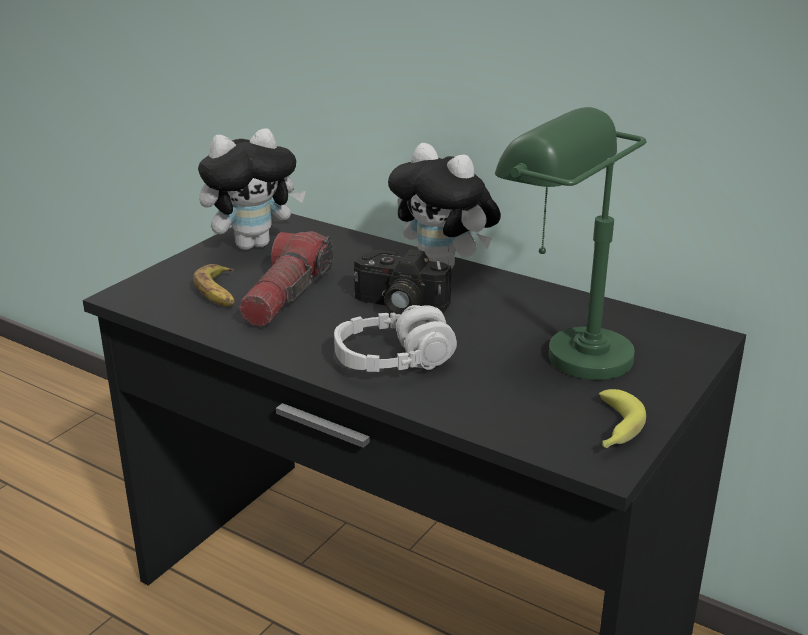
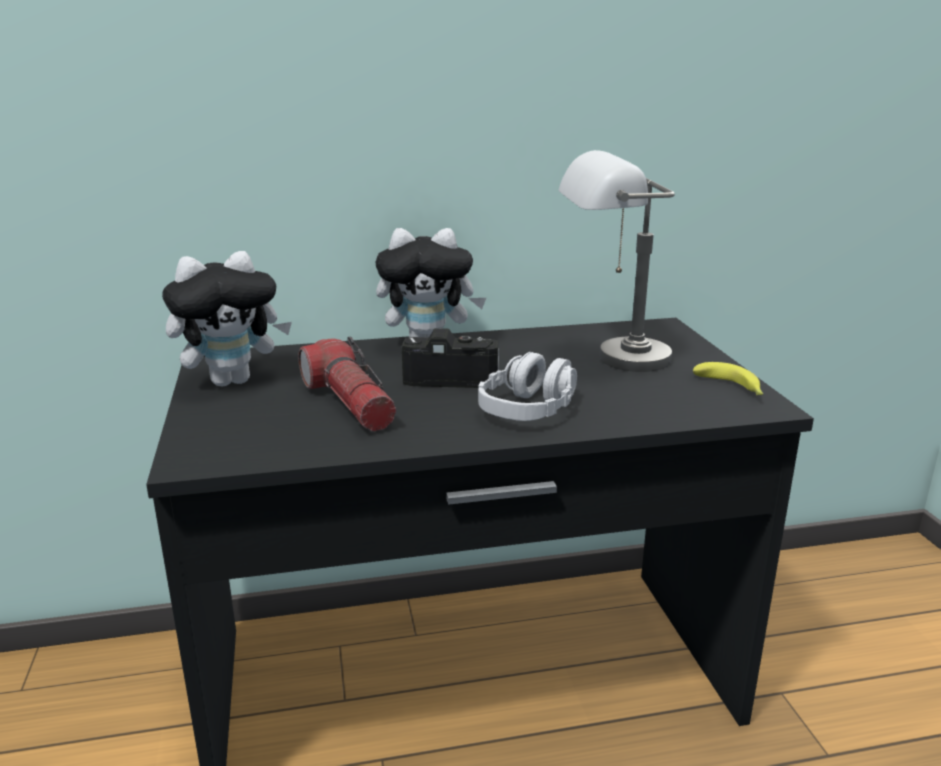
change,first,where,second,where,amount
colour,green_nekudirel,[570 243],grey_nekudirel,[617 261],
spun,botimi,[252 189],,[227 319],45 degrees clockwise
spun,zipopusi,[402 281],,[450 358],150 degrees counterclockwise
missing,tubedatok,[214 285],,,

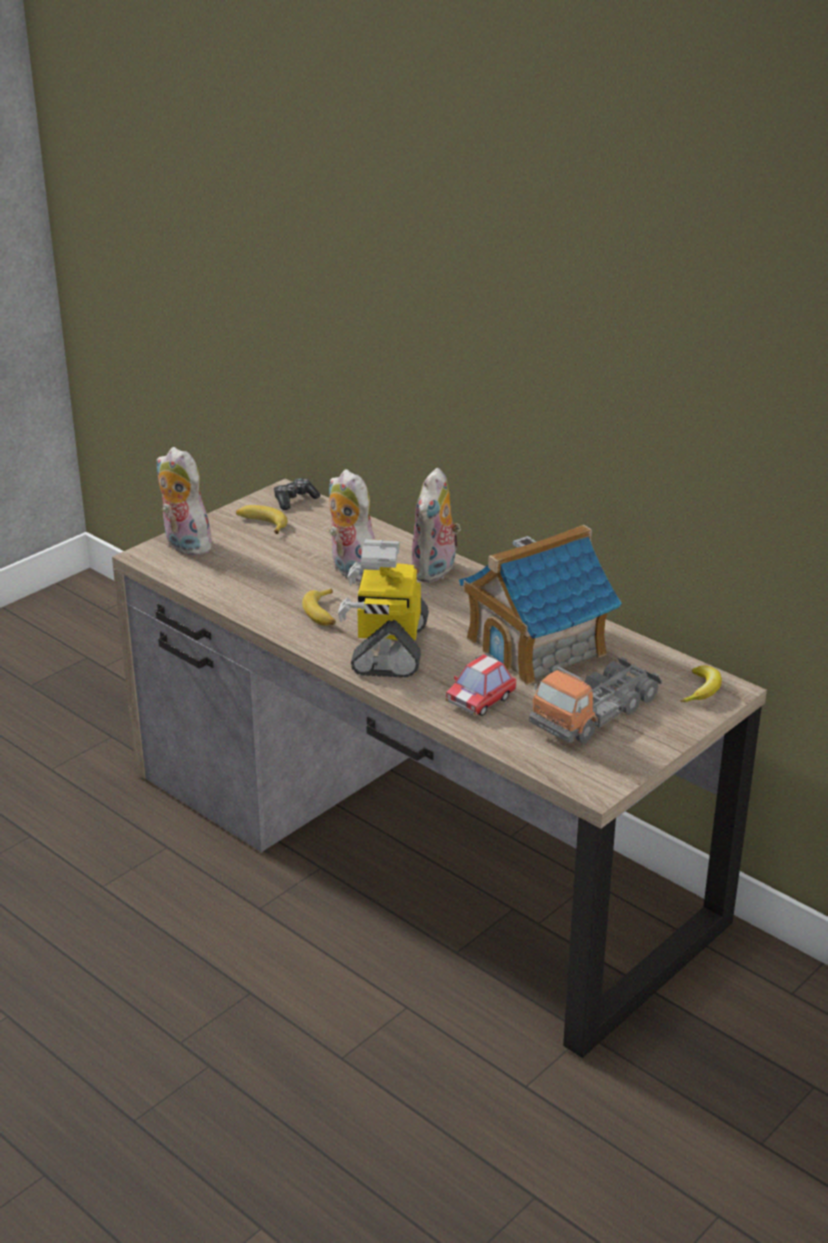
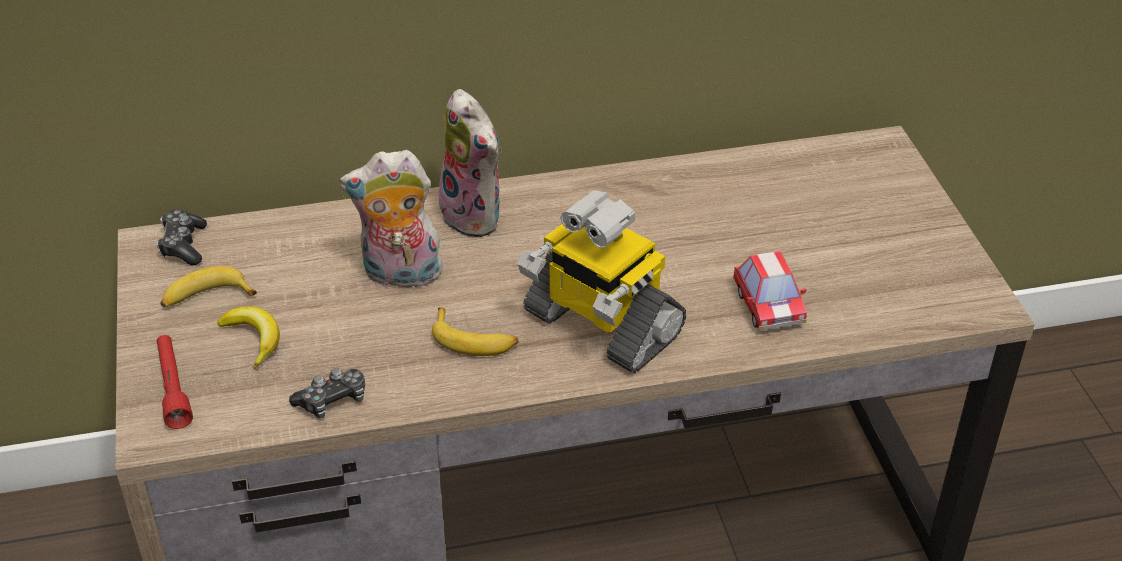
change,first,where,second,where,amount
exchanged,botimi,[185 501],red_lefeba,[175 382],
missing,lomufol,[540 605],,,
missing,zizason,[595 700],,,
relocated,tubedatok,[701 683],,[248 337],
appeared,,,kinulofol,[327 393],

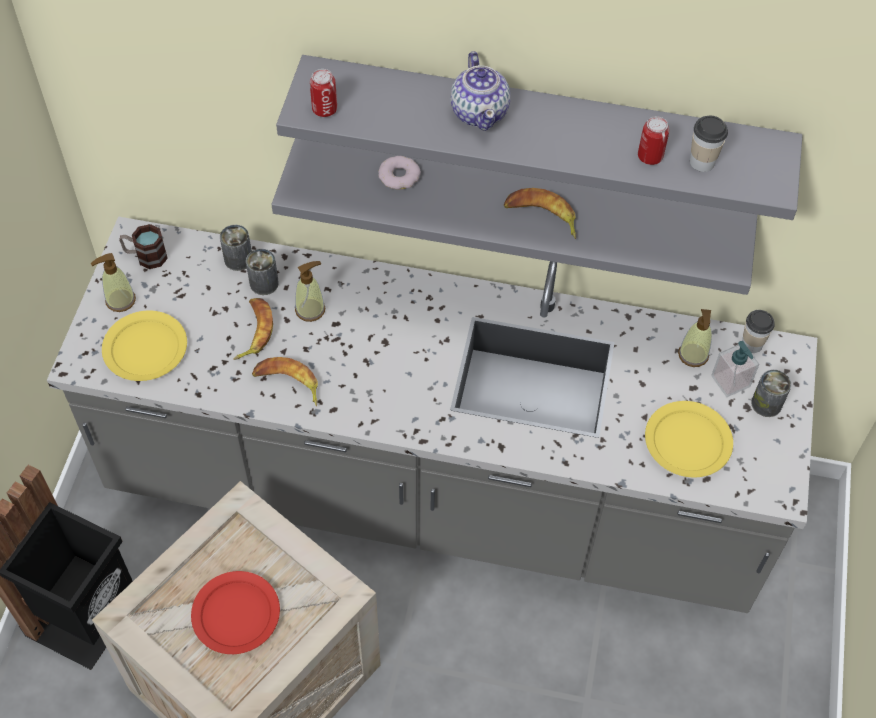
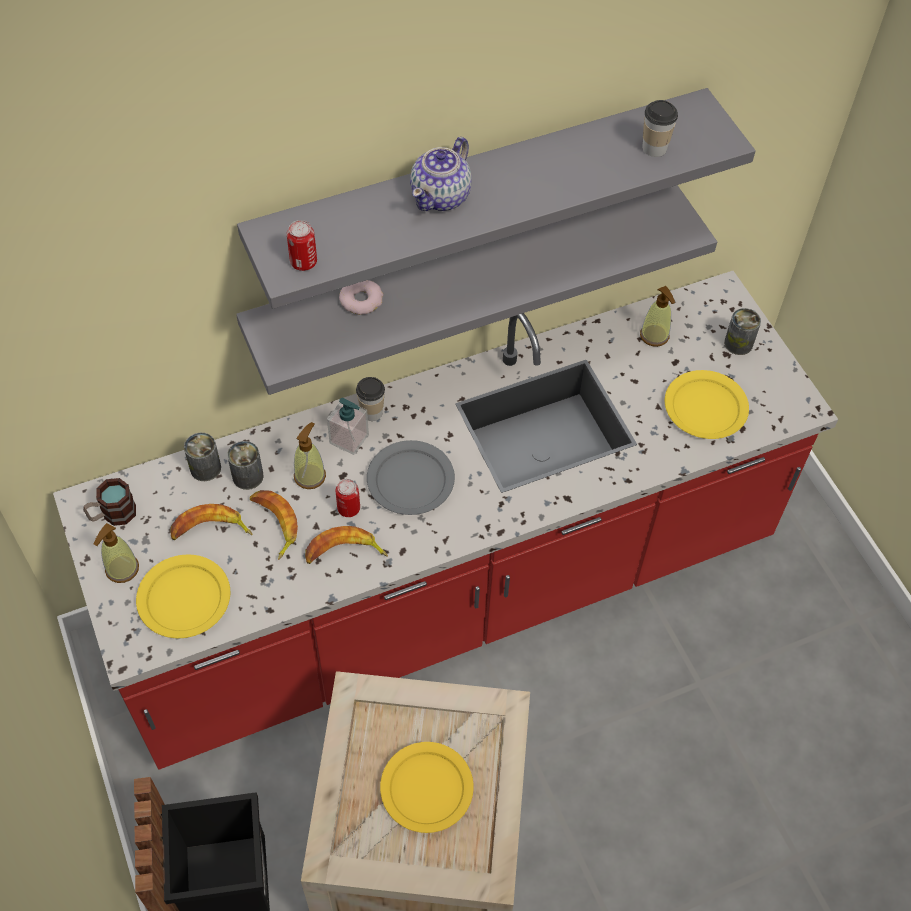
change,first,where,second,where,amount
spun,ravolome,[480 91],,[441 174],75 degrees clockwise
relocated,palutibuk,[653 140],,[348 498],
relocated,tubedatok,[540 213],,[211 522],
colour,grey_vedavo,[432 414],red_vedavo,[445 520],
relocated,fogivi,[758 331],,[370 399],
relocated,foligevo,[735 369],,[348 426],
colour,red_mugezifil,[235 612],yellow_mugezifil,[427 787],
appeared,,,grey_mugezifil,[411 477],

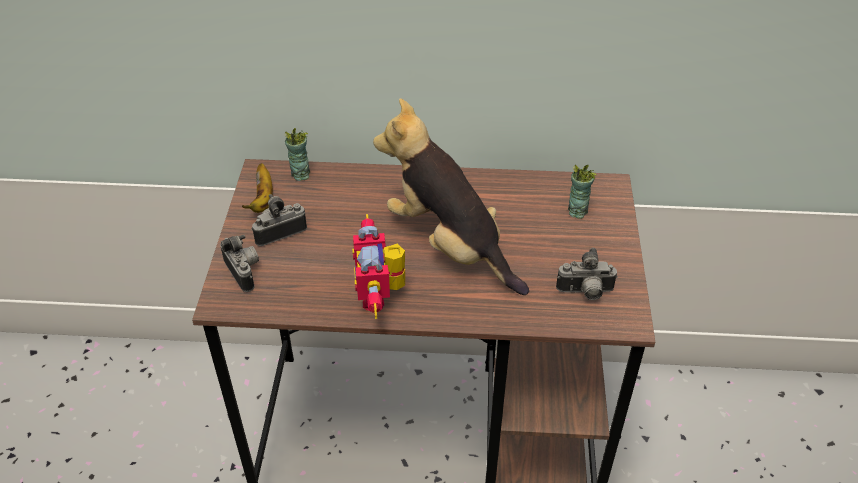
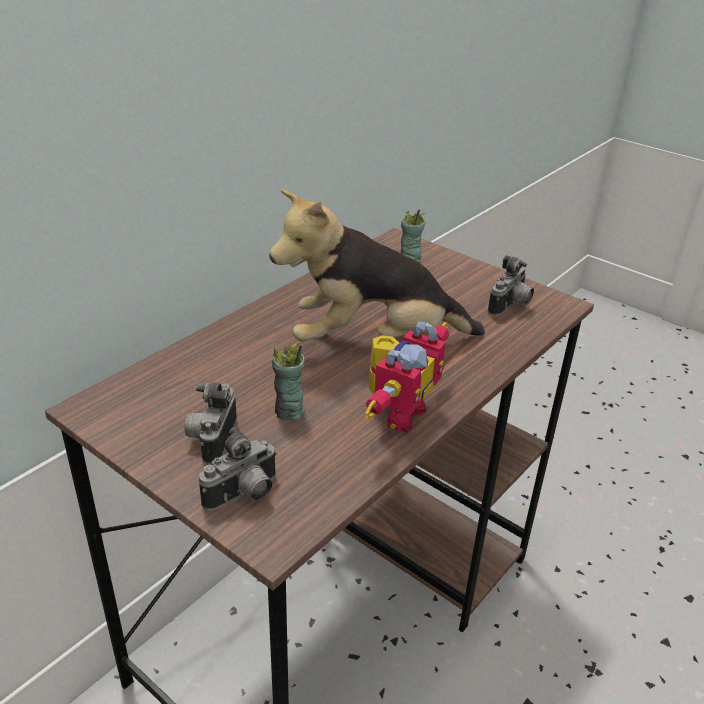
change,first,where,second,where,amount
relocated,fogivi,[297 154],,[288 382],
missing,tubedatok,[257 188],,,
spun,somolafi,[378 266],,[407 377],90 degrees counterclockwise
spun,zipopusi,[239 263],,[238 469],135 degrees clockwise

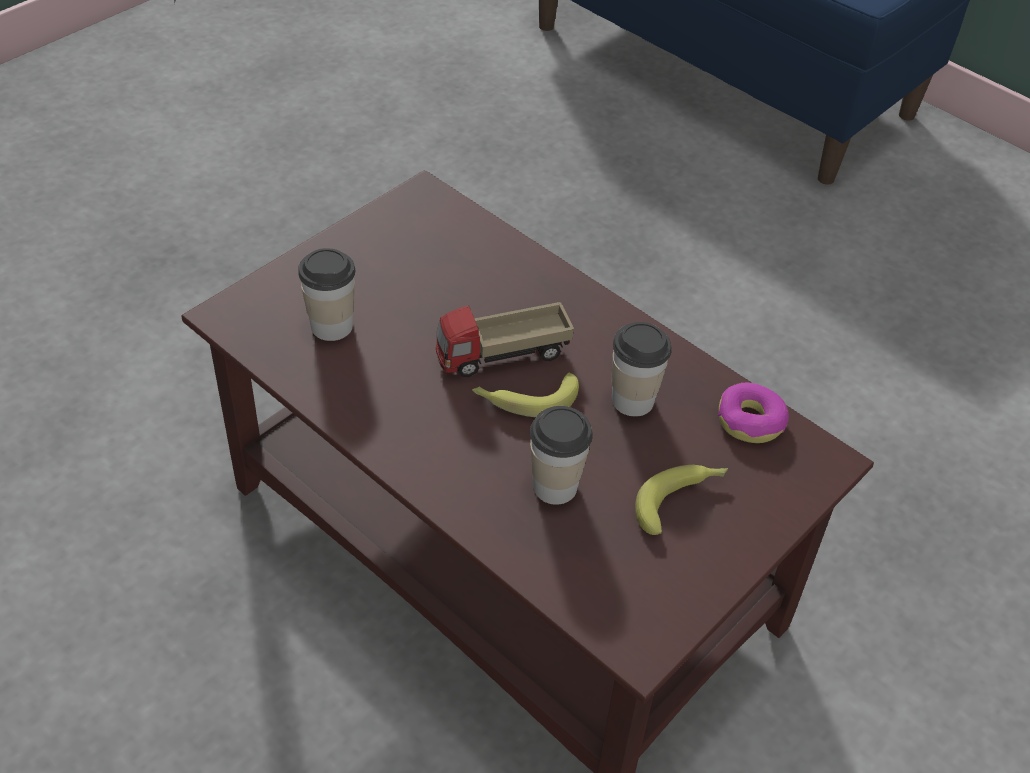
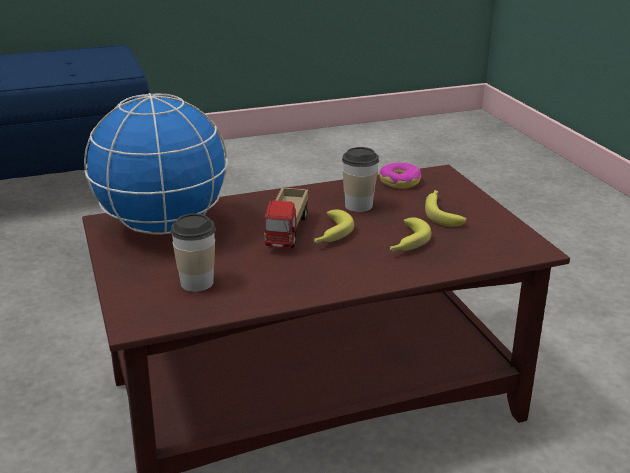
change,first,where,second,where,amount
exchanged,fogivi,[561 455],tubedatok,[410 234],
appeared,,,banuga,[156 163],

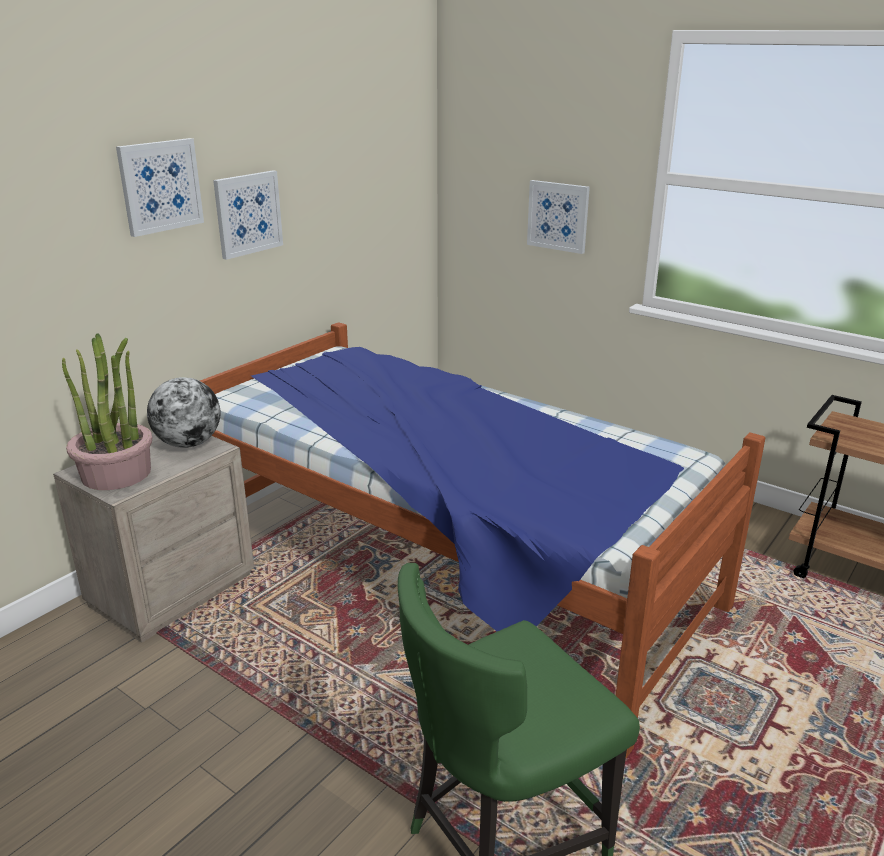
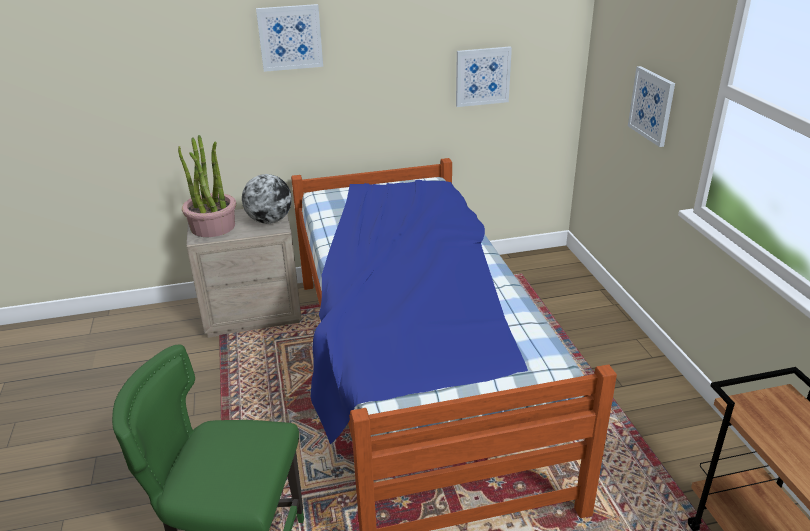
change,first,where,second,where,amount
relocated,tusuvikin,[248 215],,[484 76],

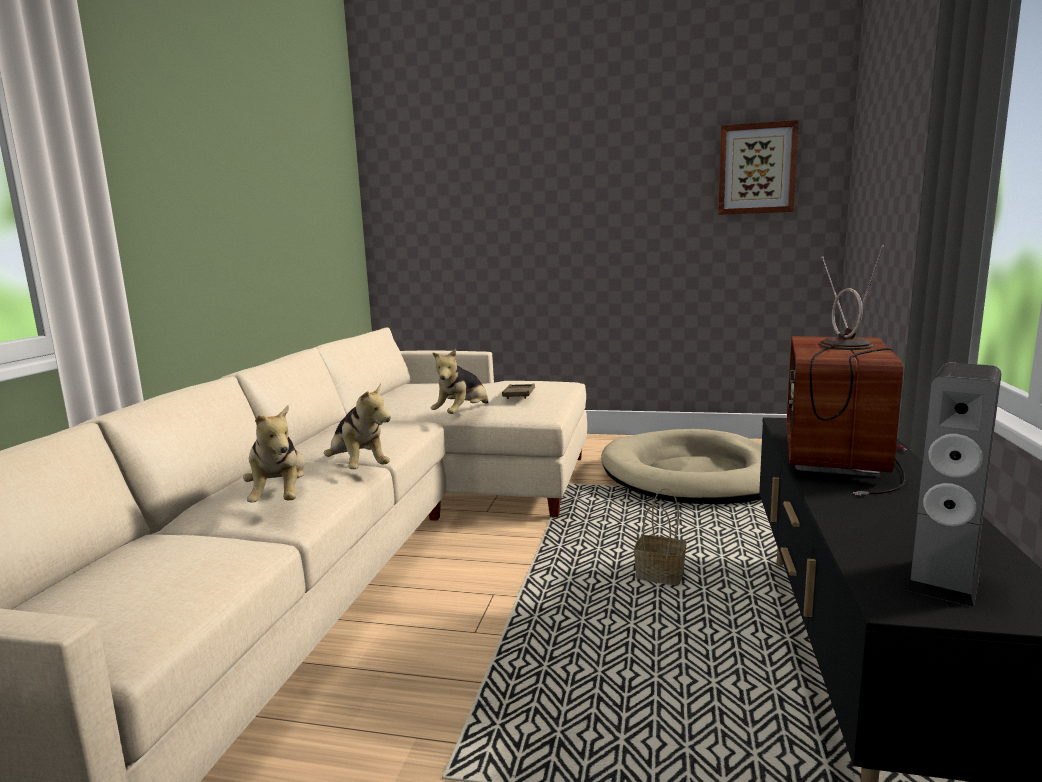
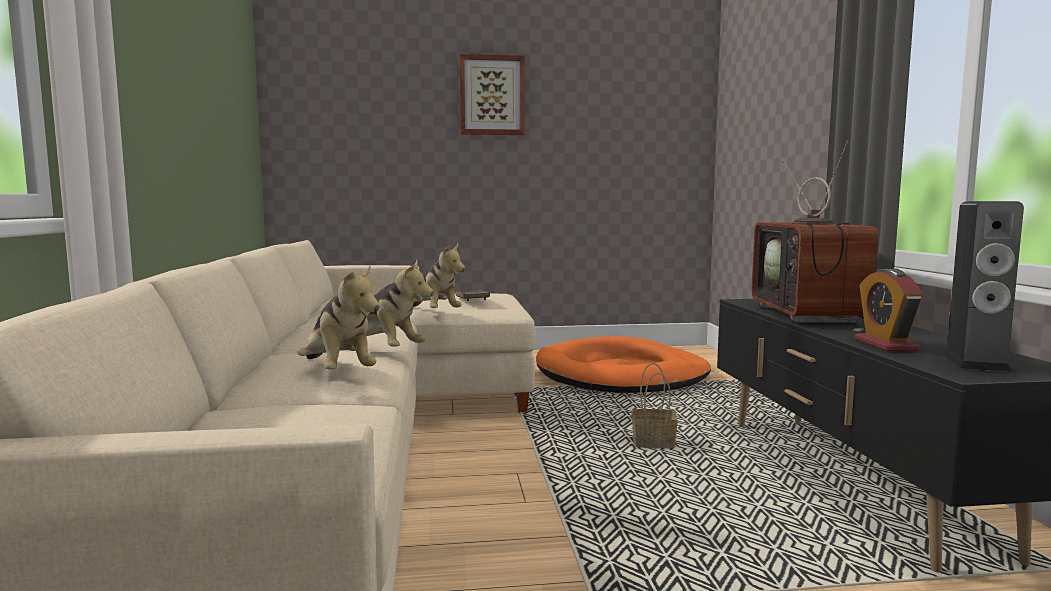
change,first,where,second,where,amount
relocated,tusuvikin,[758 167],,[492 94],
spun,botimi,[459 381],,[439 275],45 degrees counterclockwise
colour,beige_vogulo,[681 466],orange_vogulo,[623 364],
appeared,,,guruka,[888 310],

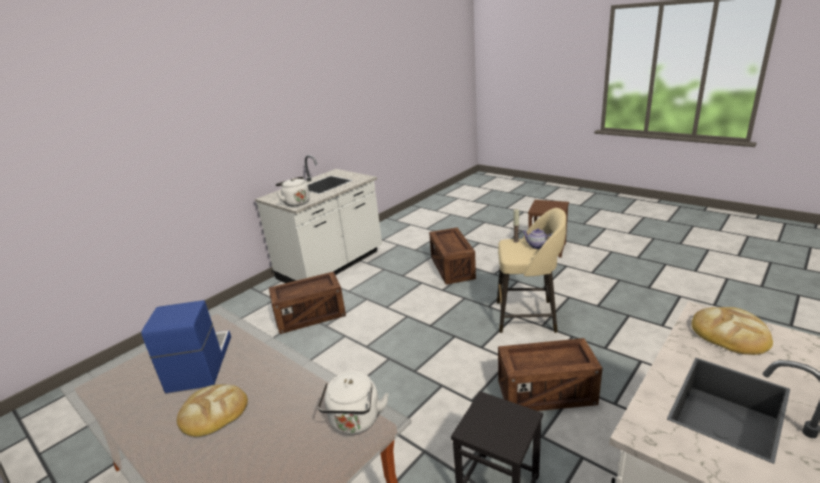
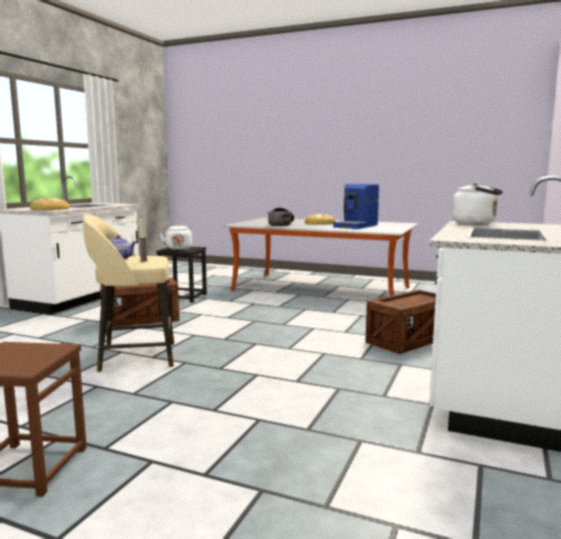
change,first,where,second,where,amount
missing,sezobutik,[452 256],,,
spun,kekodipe,[186 346],,[356 206],60 degrees clockwise
relocated,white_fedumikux,[353 402],,[175 237],
appeared,,,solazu,[280 217],

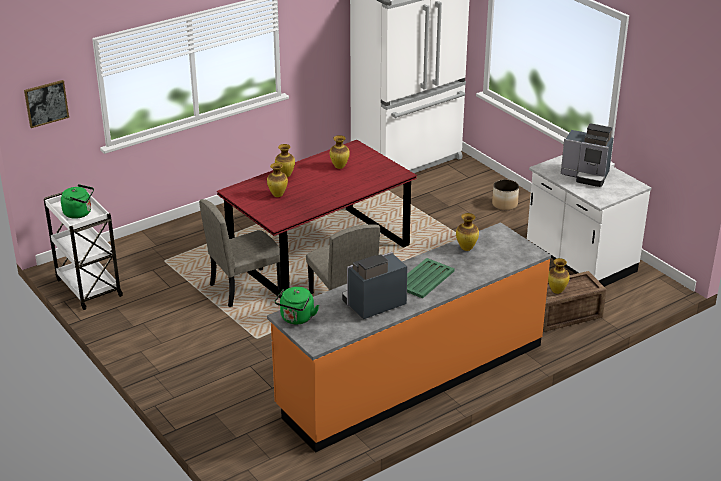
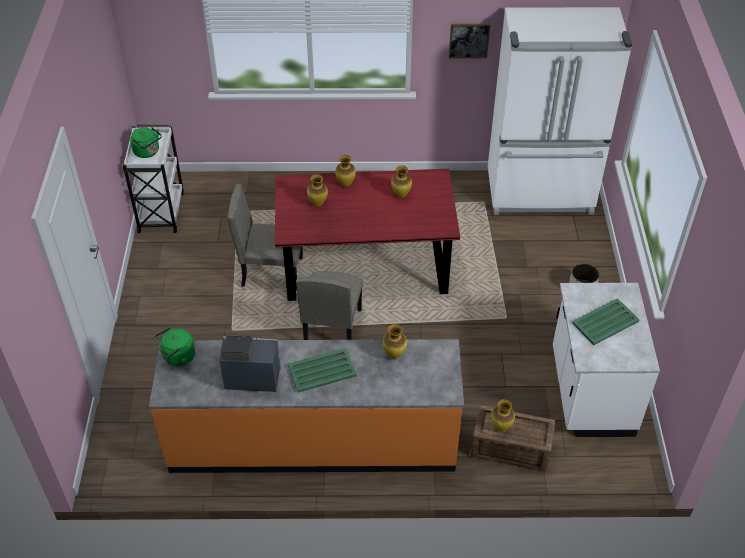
change,first,where,second,where,amount
relocated,tusuvikin,[46 104],,[469 41],
exchanged,kekodipe,[587 155],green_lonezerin,[606 321],

